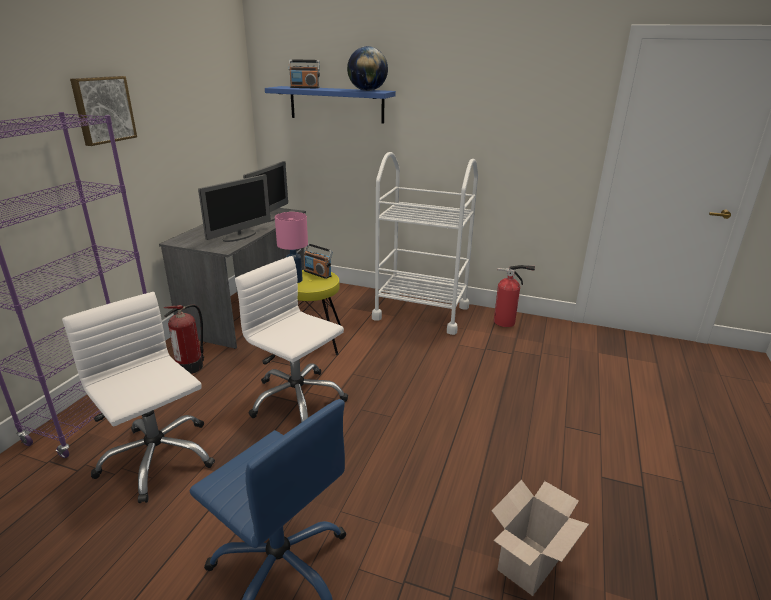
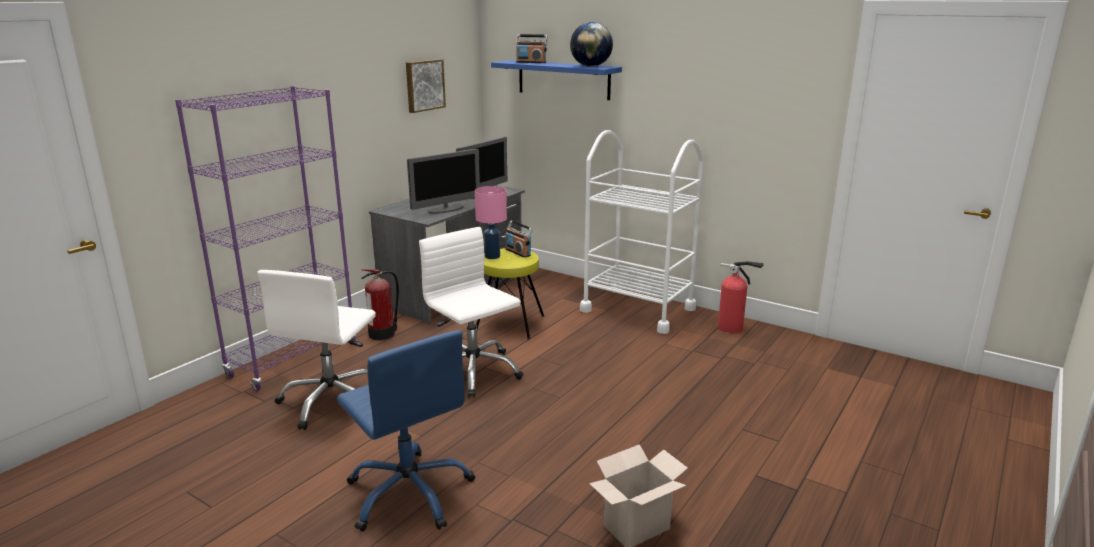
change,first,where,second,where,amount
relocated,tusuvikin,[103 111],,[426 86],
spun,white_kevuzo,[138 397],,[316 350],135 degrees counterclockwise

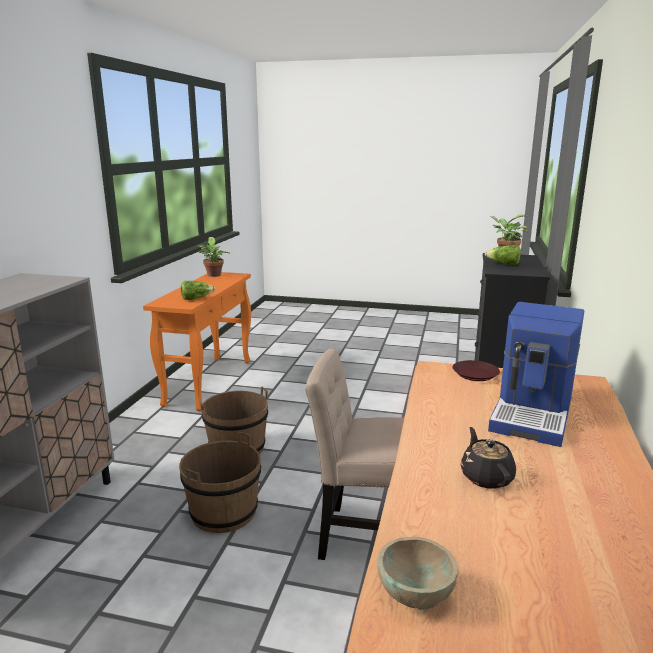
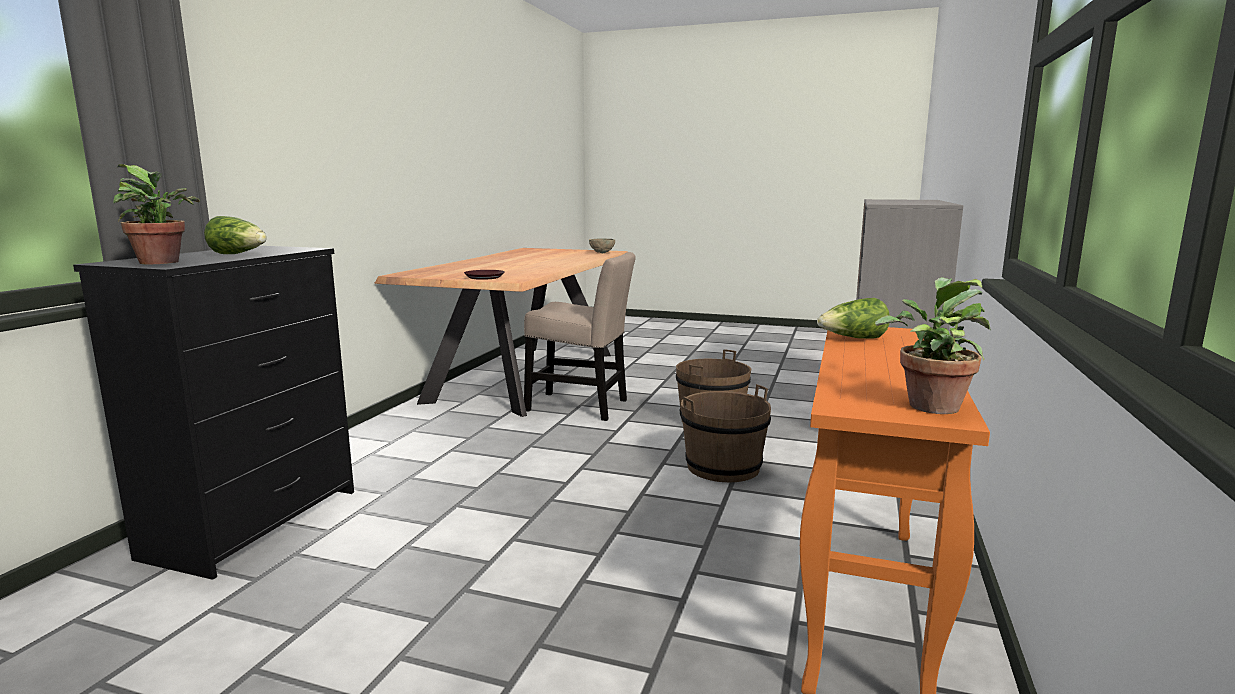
change,first,where,second,where,amount
missing,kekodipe,[536 374],,,
missing,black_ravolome,[488 458],,,

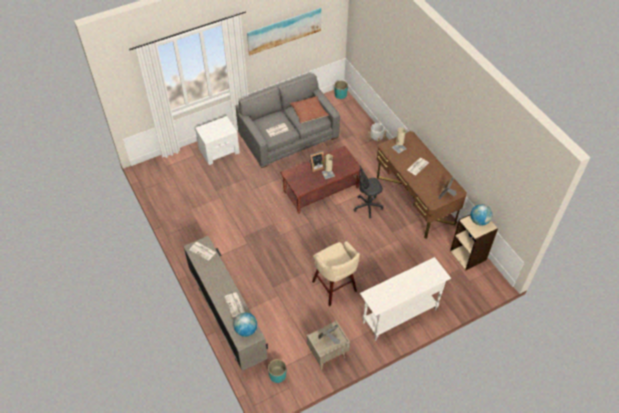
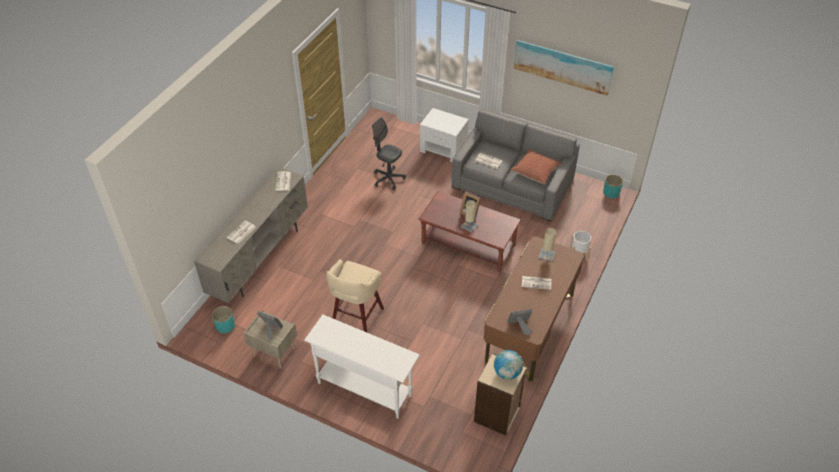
change,first,where,second,where,amount
relocated,grey_kevuzo,[368 191],,[389 154],
missing,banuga,[245 324],,,

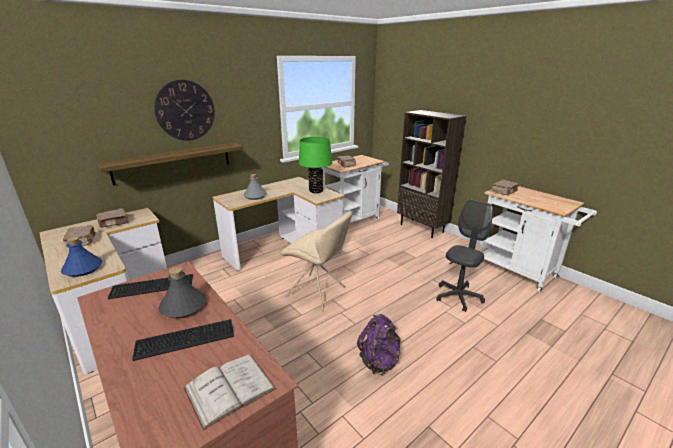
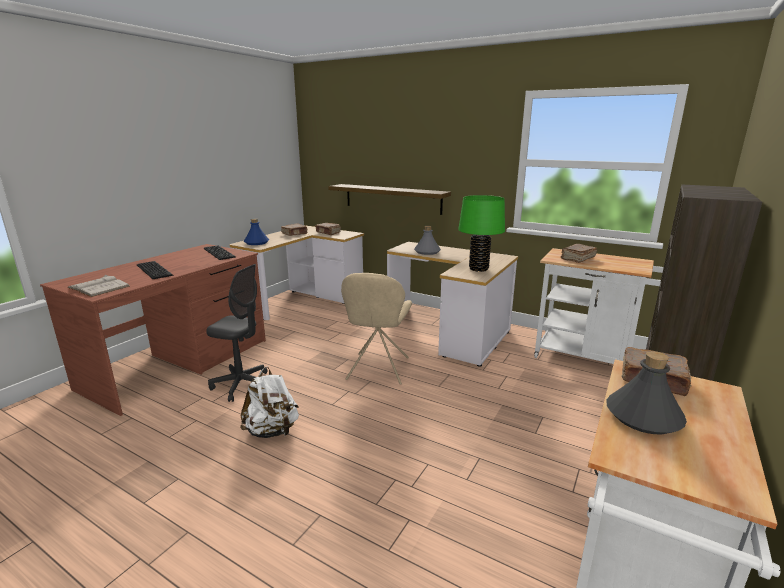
change,first,where,second,where,amount
missing,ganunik,[184 110],,,
relocated,grey_kevuzo,[465 256],,[237 333],
relocated,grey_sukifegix,[182 292],,[646 393],
colour,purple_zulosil,[378 344],white_zulosil,[269 402],

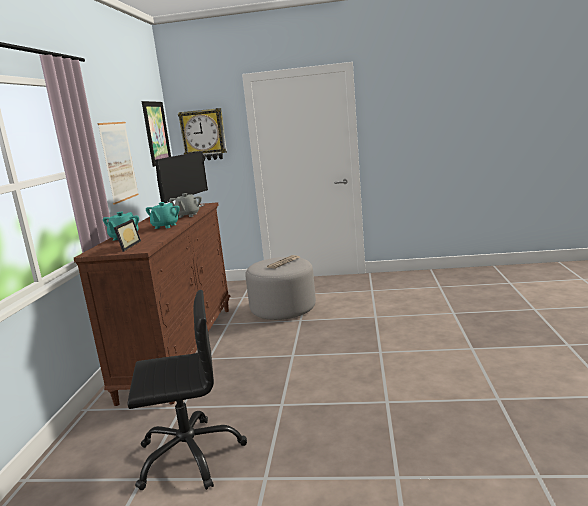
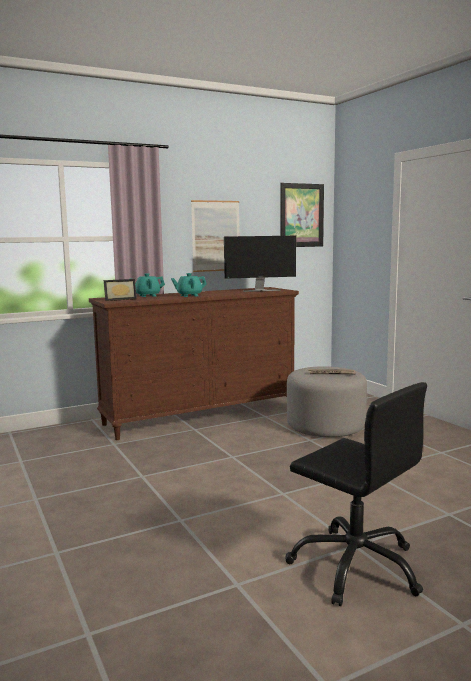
change,first,where,second,where,amount
missing,ganunik,[202 134],,,
missing,grey_ravolome,[185 205],,,
relocated,black_kevuzo,[187 390],,[356 494],

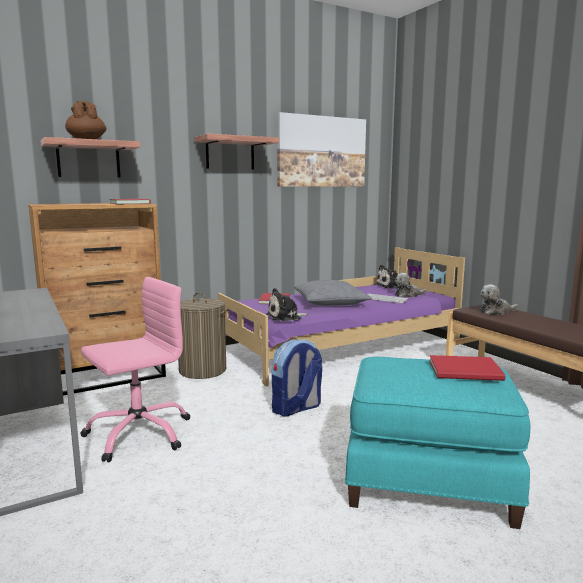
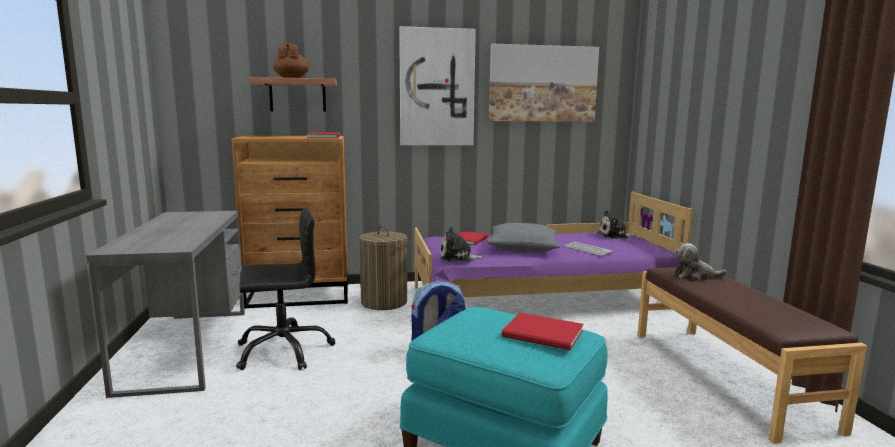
change,first,where,second,where,amount
exchanged,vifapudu,[237 152],tusuvikin,[437 86],
missing,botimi,[410 285],,,
colour,pink_kevuzo,[135 369],black_kevuzo,[285 288],

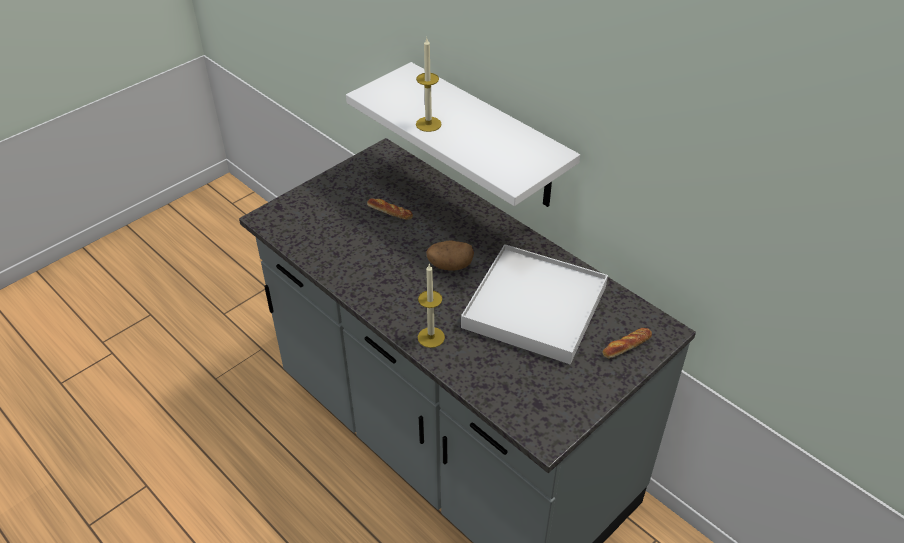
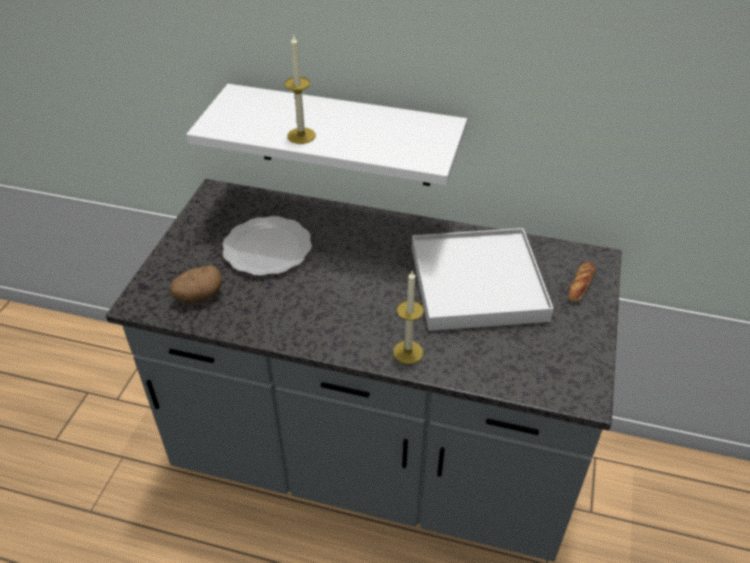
change,first,where,second,where,amount
exchanged,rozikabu,[390 209],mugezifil,[267 246],
relocated,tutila,[450 255],,[195 284],

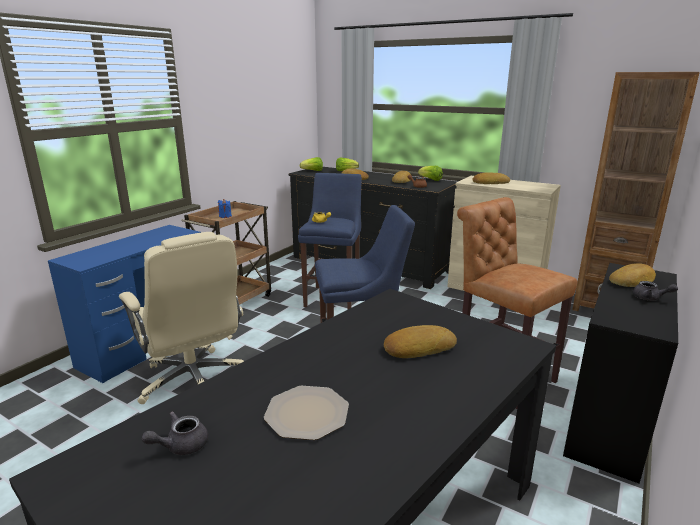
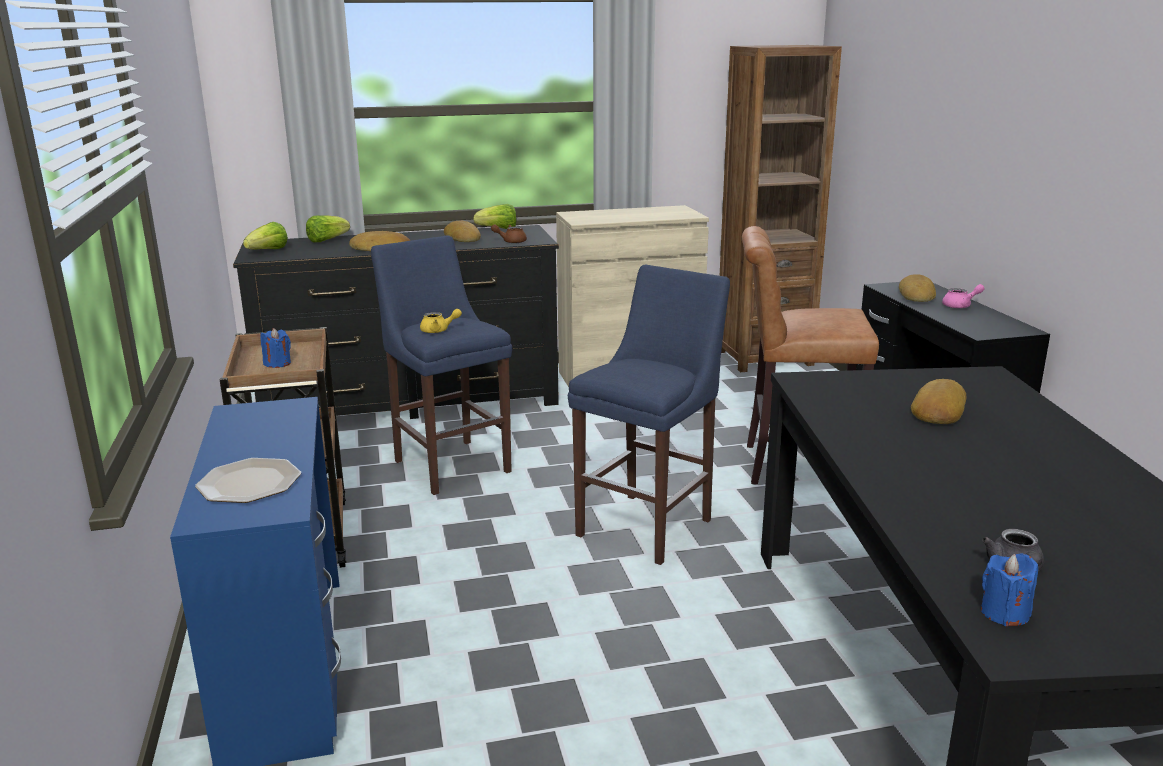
change,first,where,second,where,amount
missing,rozikabu,[491 178],,,
missing,beige_kevuzo,[181 318],,,
colour,grey_ravolome,[655 290],pink_ravolome,[963 296],
relocated,mugezifil,[306 413],,[248 480],
appeared,,,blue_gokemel,[1009 589],

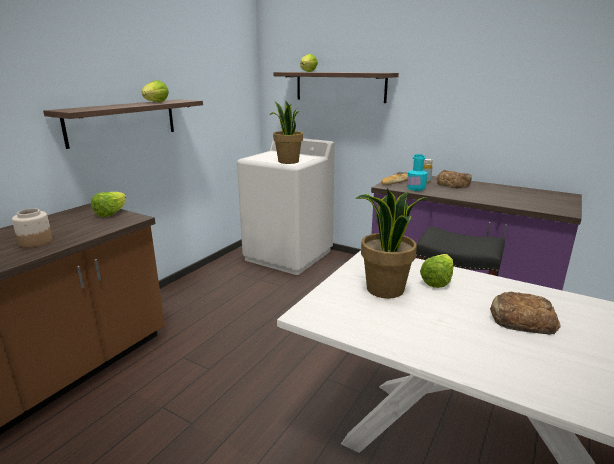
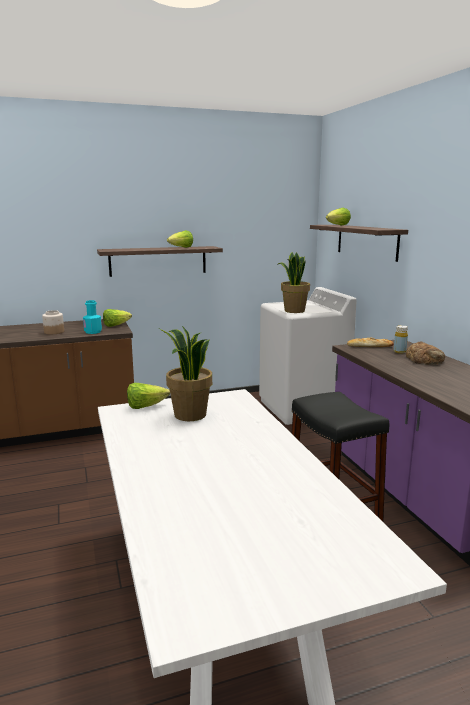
change,first,where,second,where,amount
relocated,turquoise_sukifegix,[417 172],,[92 317],
relocated,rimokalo,[436 271],,[148 396],
missing,rozikabu,[525 313],,,

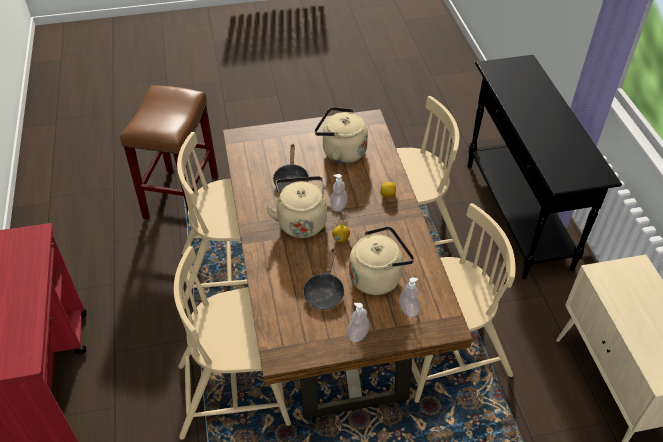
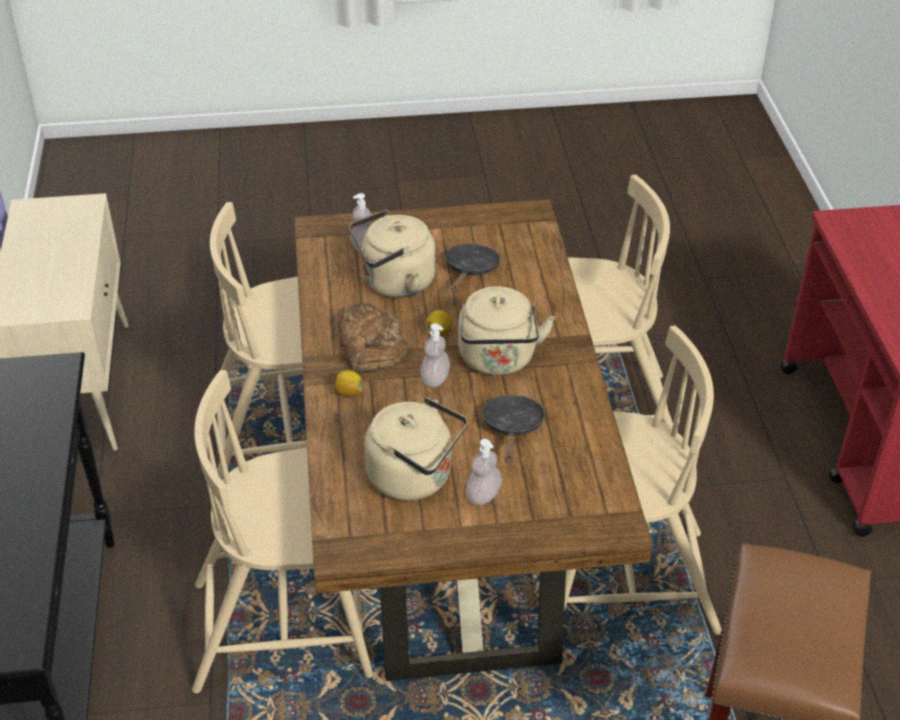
change,first,where,second,where,amount
relocated,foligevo,[358 322],,[484 472],
appeared,,,rozikabu,[373 338],

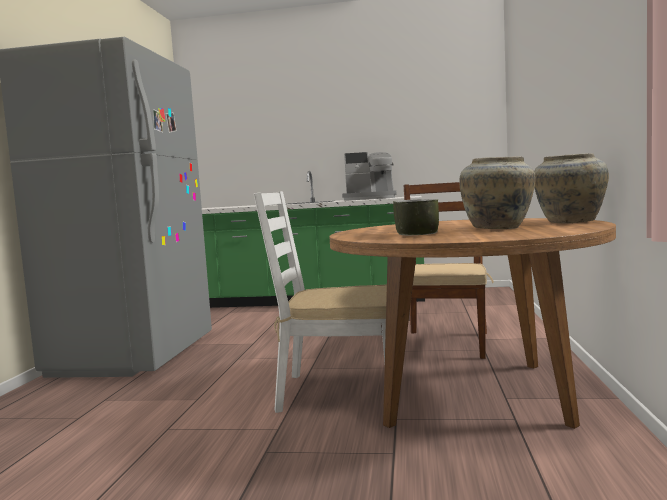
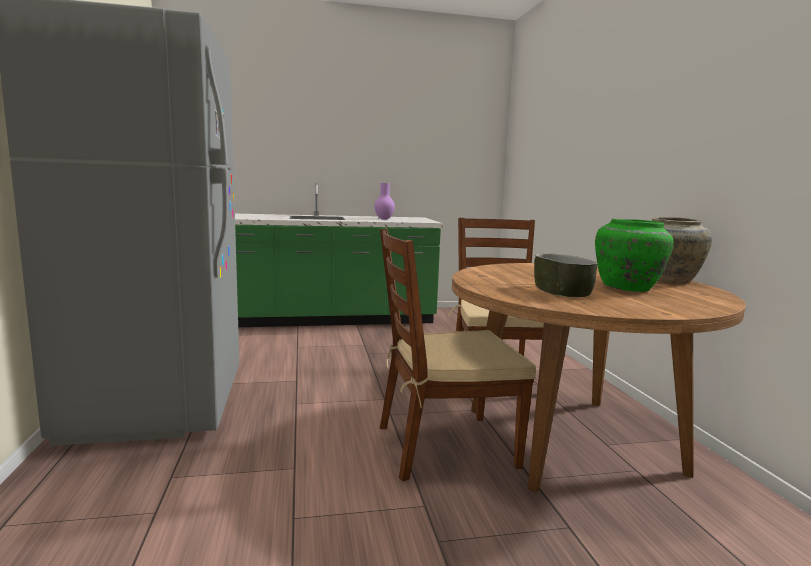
change,first,where,second,where,amount
exchanged,kekodipe,[369 176],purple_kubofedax,[384 201],
colour,beige_kubofedax,[497 193],green_kubofedax,[634 255],
colour,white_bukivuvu,[320 302],brown_bukivuvu,[458 354],

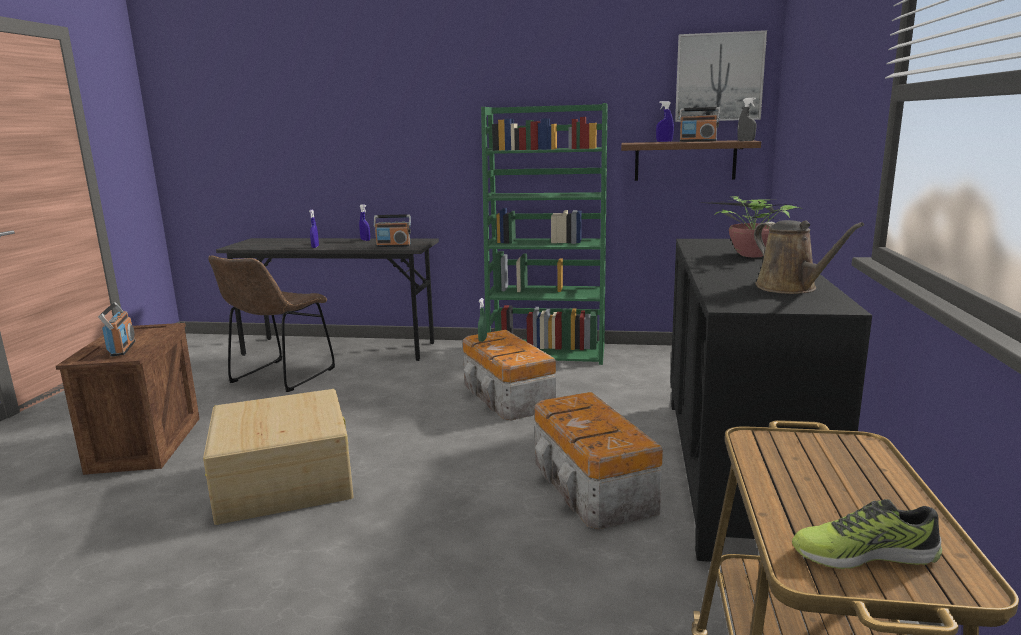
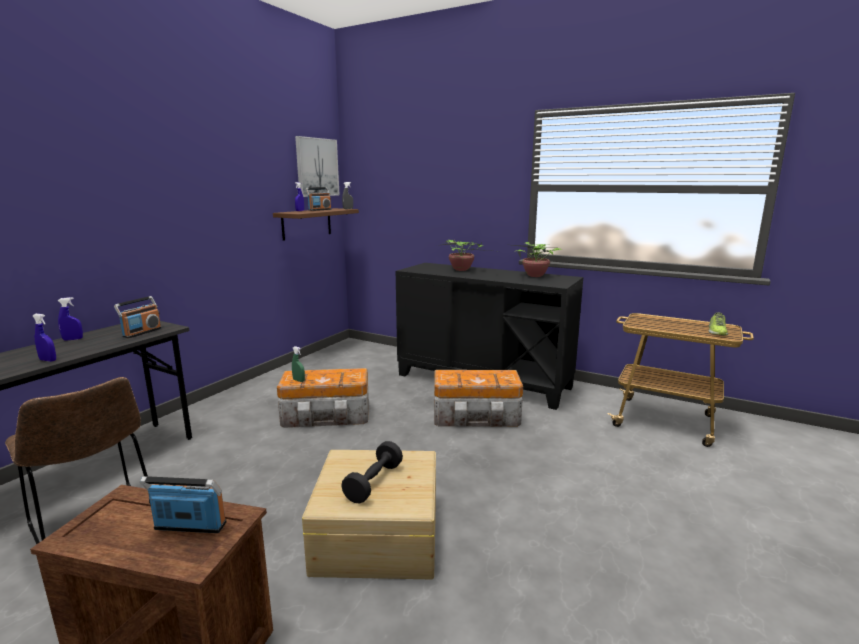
change,first,where,second,where,amount
missing,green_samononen,[544 234],,,
exchanged,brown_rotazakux,[809 257],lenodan,[538 259],
appeared,,,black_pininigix,[372 472],

